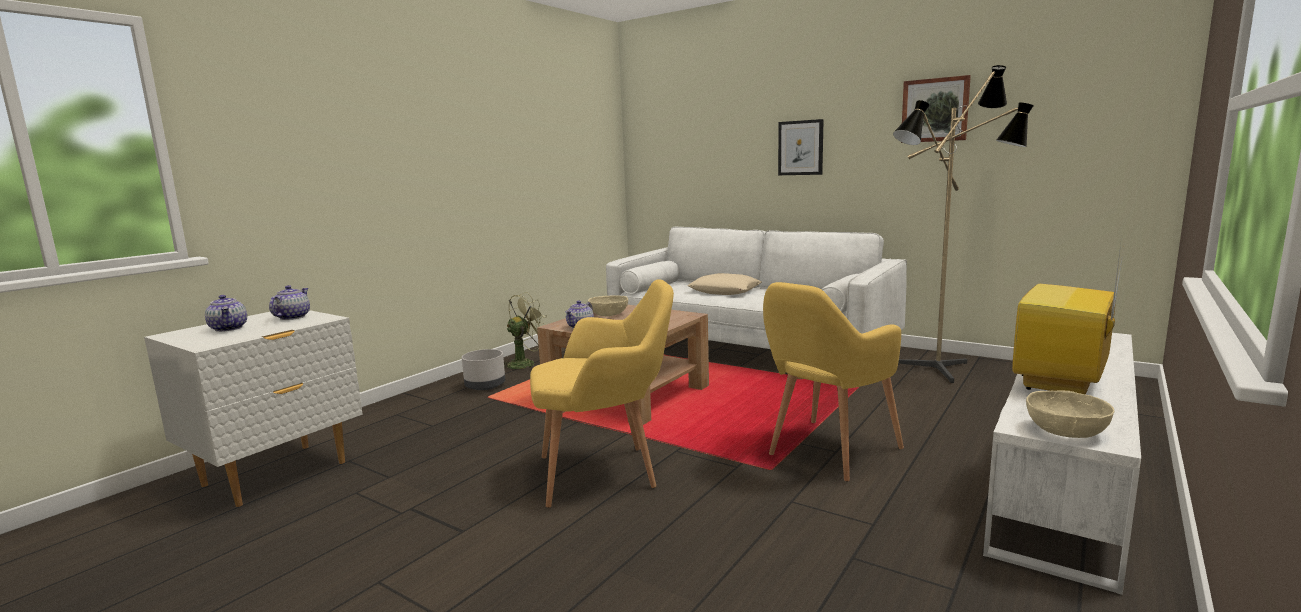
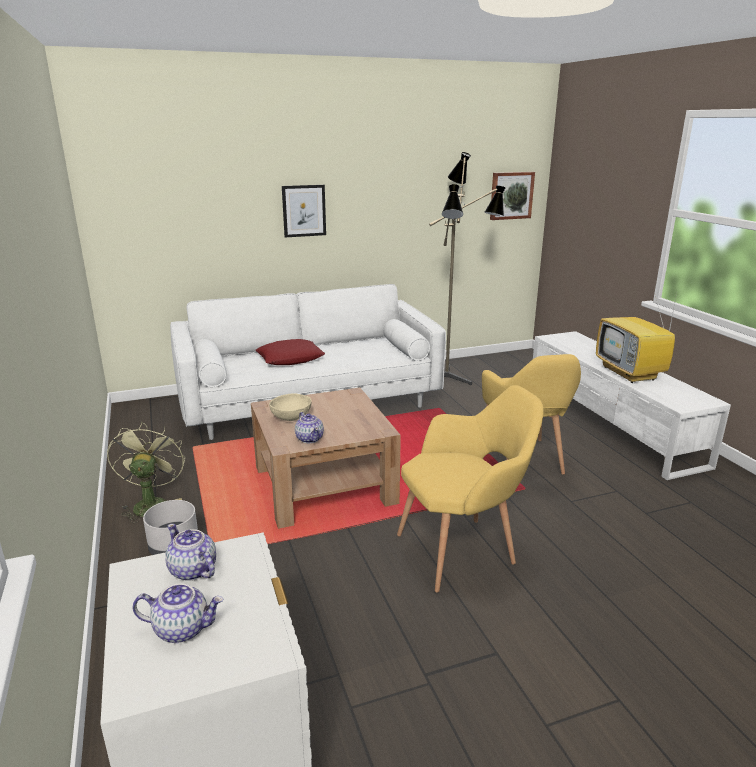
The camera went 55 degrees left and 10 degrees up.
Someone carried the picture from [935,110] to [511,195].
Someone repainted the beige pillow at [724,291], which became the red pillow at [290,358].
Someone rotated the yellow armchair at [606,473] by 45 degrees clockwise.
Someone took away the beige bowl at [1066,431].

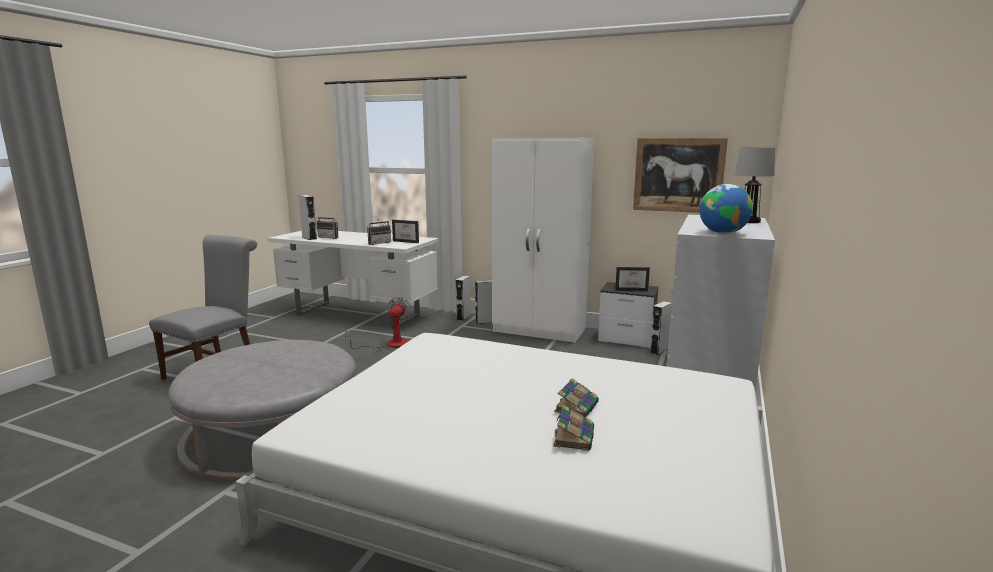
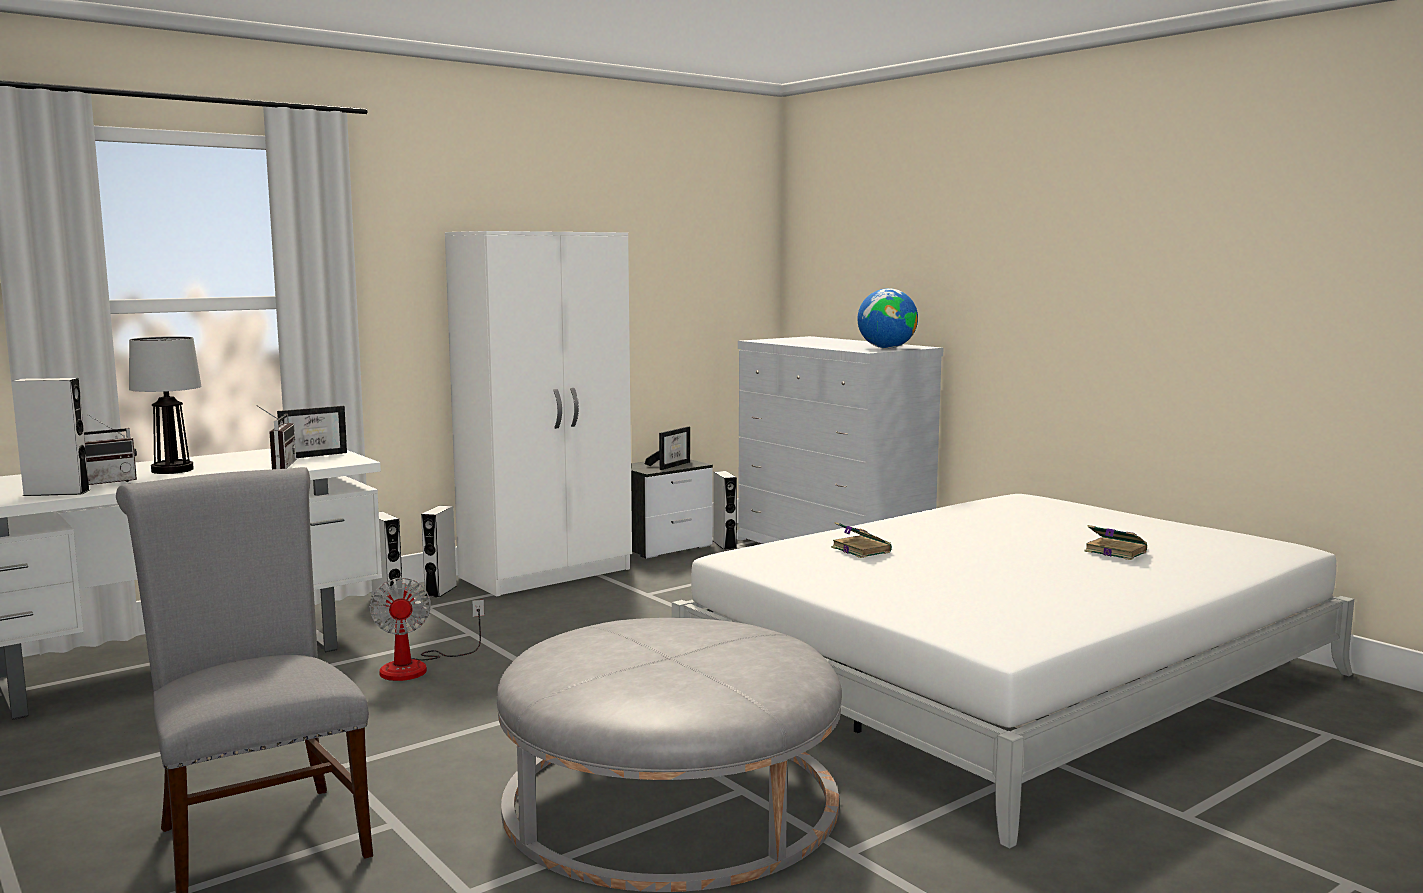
The camera went 60 degrees left and 5 degrees down.
Someone took away the picture at [678,175].
Someone carried the table lamp from [748,221] to [171,470].
Someone rotated the fan at [390,345] by 150 degrees counterclockwise.
Someone carried the book from [577,407] to [860,549].

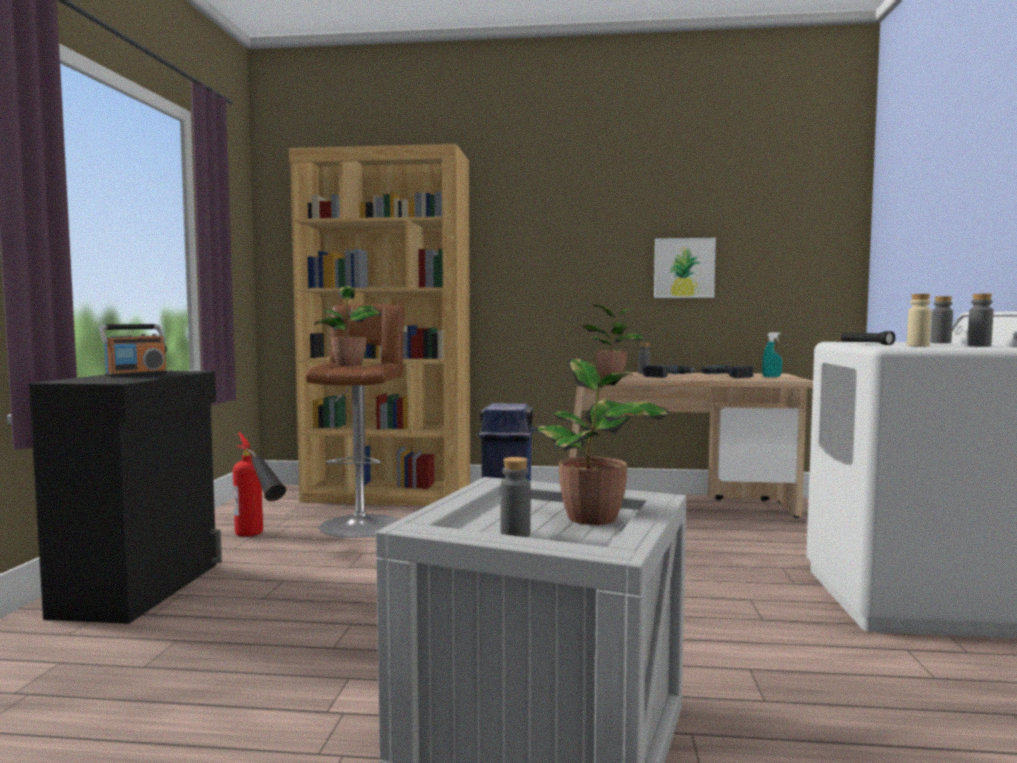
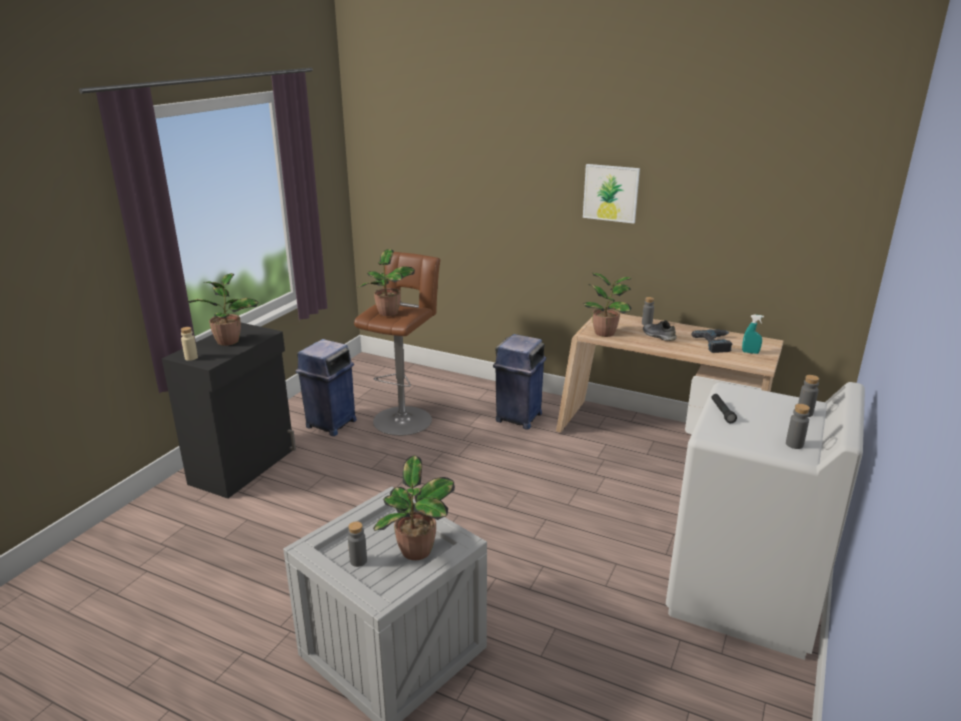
The camera went 20 degrees right and 20 degrees up.
Someone took away the brown bookcase at [388,496].
Someone carried the picture from [684,268] to [611,193].
Someone carried the beige bottle from [918,345] to [191,358].
Someone swapped the radio at [136,375] for the potted plant at [228,340].
Someone swapped the power drill at [667,376] for the grey shoe at [658,336].
Someone swapped the fire extinguisher at [259,538] for the blue trash can at [330,424].

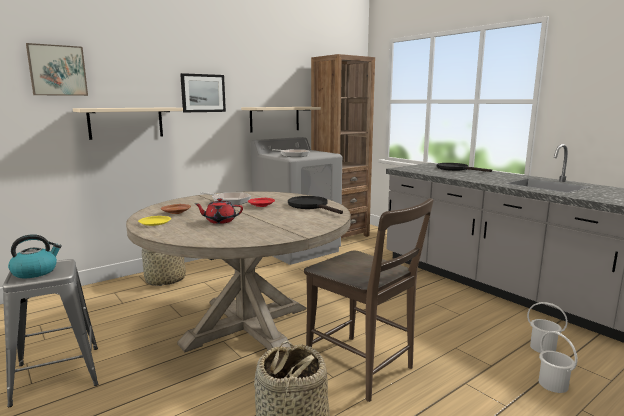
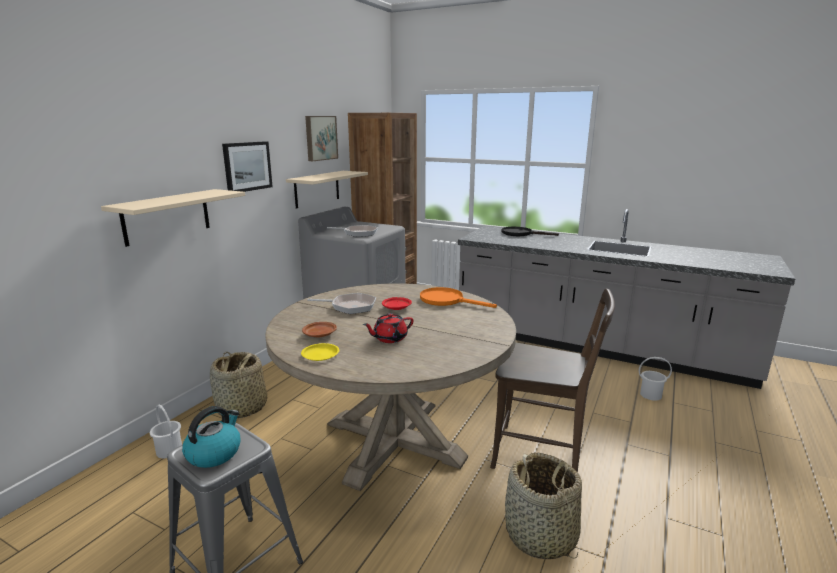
The camera went 25 degrees left and 5 degrees up.
Someone carried the picture from [57,70] to [320,138].
Someone repainted the black frying pan at [311,206], which became the orange frying pan at [447,300].
Someone carried the white bucket from [553,384] to [169,450].

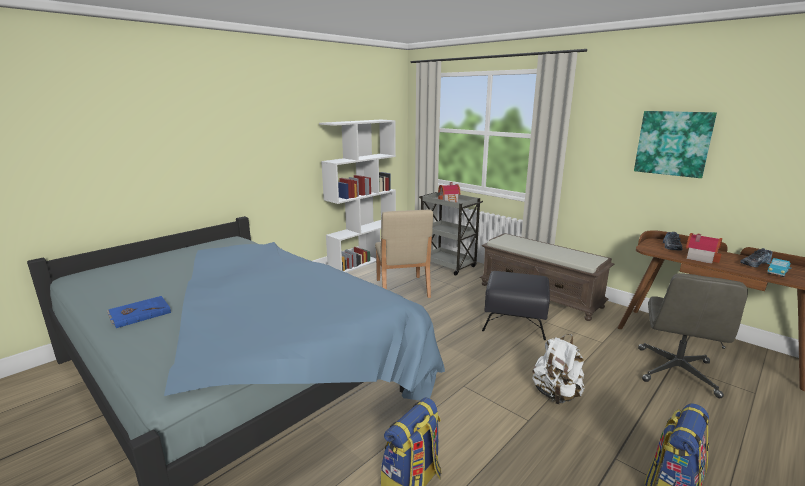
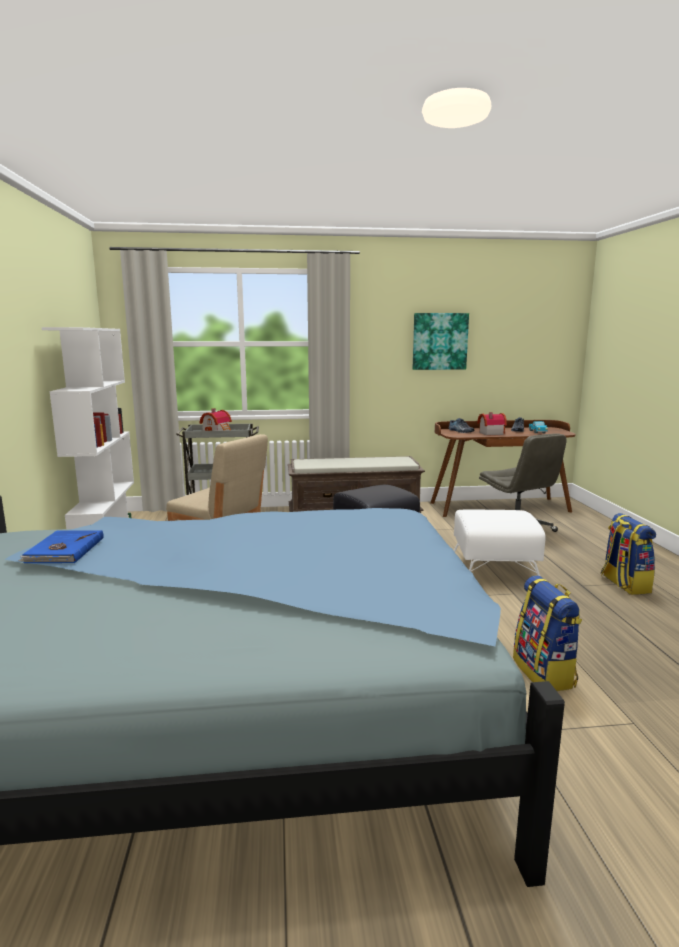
The camera went 50 degrees left and 5 degrees down.
Someone carried the blue book from [139,313] to [63,550].
Someone swapped the white backpack at [556,394] for the white ottoman at [495,571].

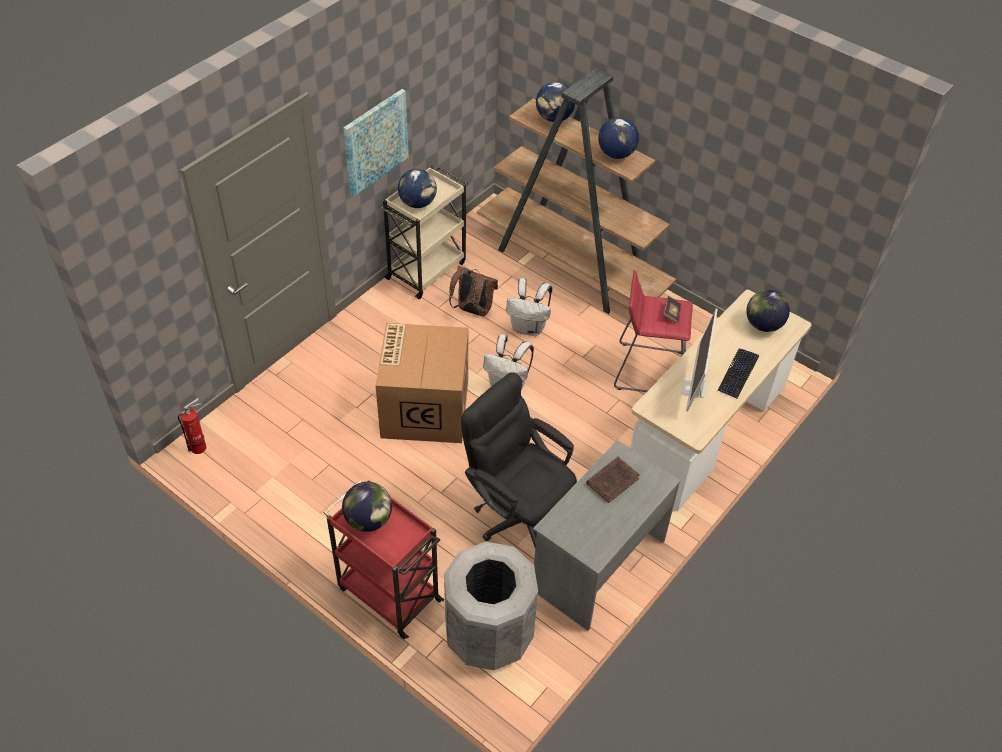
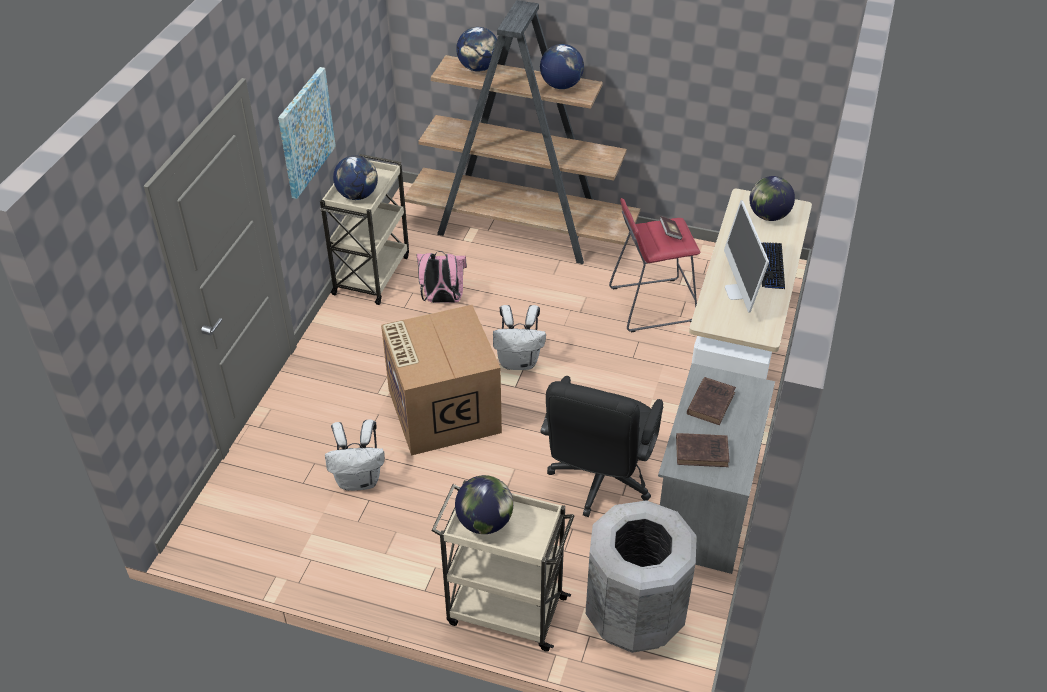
The camera went 20 degrees left and 5 degrees down.
Someone repainted the brown backpack at [472,310], which became the pink backpack at [442,300].
Someone carried the white backpack from [529,327] to [359,480].
Someone rotated the black office chair at [519,513] by 90 degrees counterclockwise.
Someone took away the fire extinguisher at [200,446].
Someone repainted the red cart at [388,593], which became the beige cart at [504,610].
Someone put down the brown book at [703,452].

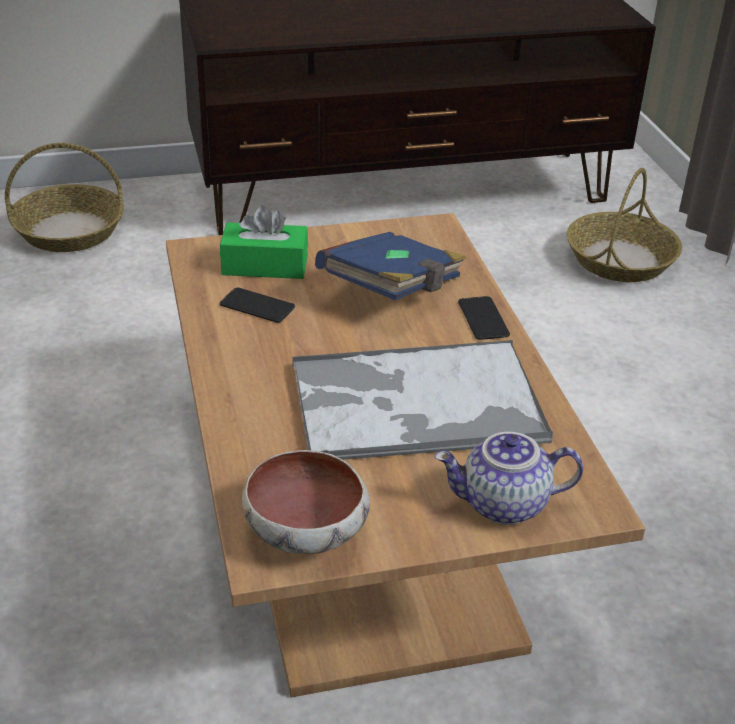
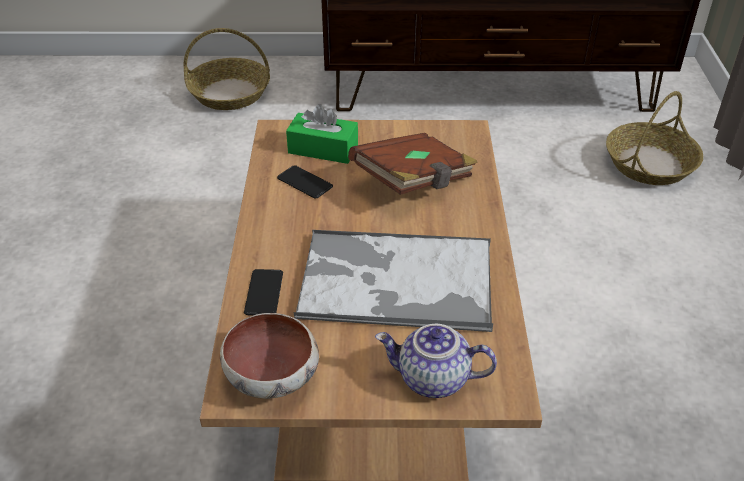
The camera went 15 degrees right and 5 degrees up.
Someone repainted the blue book at [393,290], which became the brown book at [414,182].
Someone carried the phone from [483,319] to [264,293].

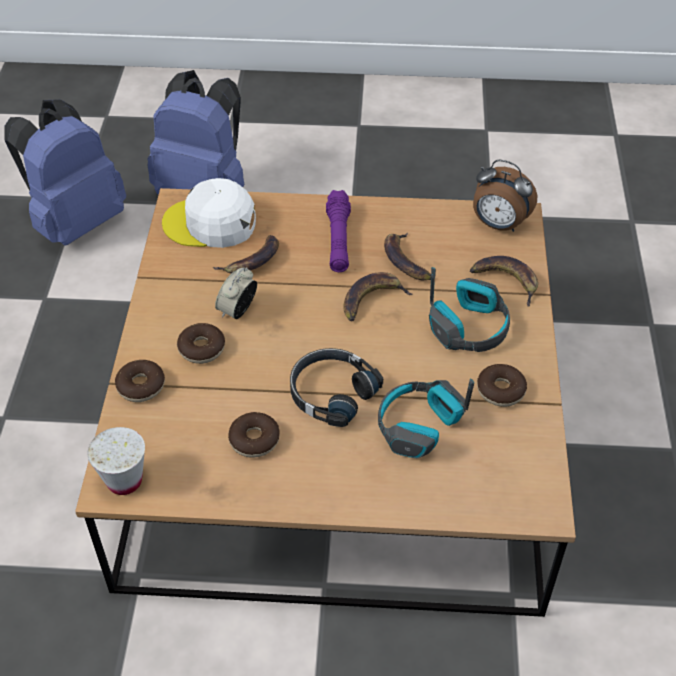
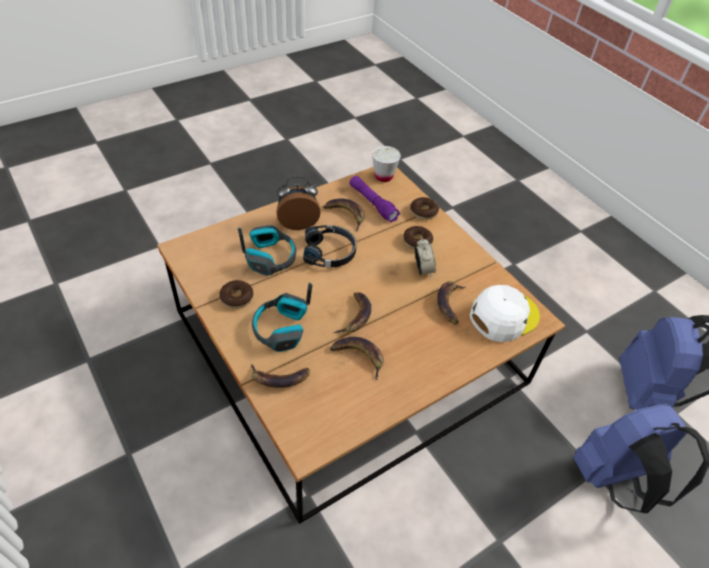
The camera went 140 degrees right and 0 degrees up.
Someone carried the alarm clock from [498,225] to [298,222].
Someone carried the purple flashlight from [338,239] to [372,203].
Someone swapped the donut at [254,440] for the banana at [346,215].

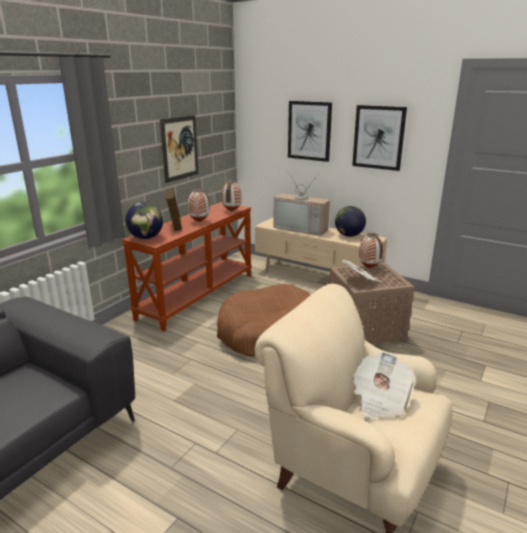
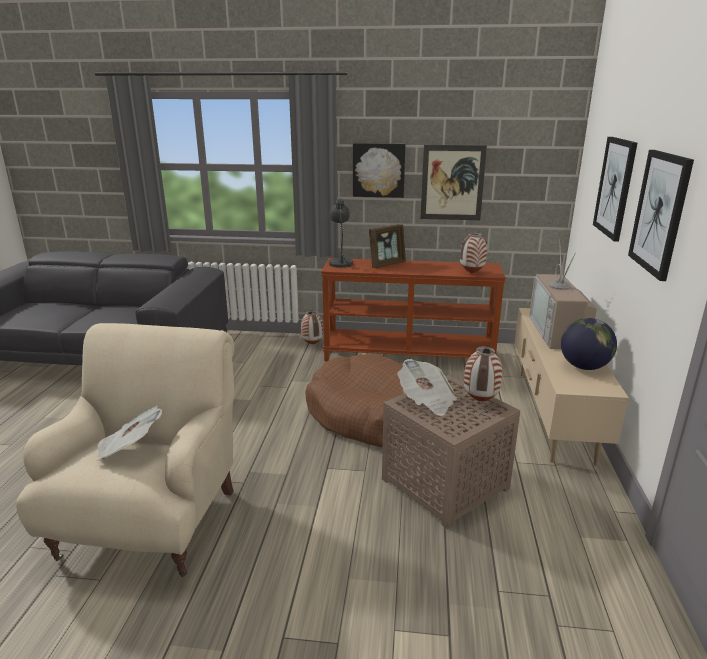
The camera went 65 degrees right and 0 degrees up.
Someone carried the vase from [199,222] to [312,344].
Someone swapped the globe at [146,238] for the grey table lamp at [341,263].
Someone put up the picture at [378,170].

